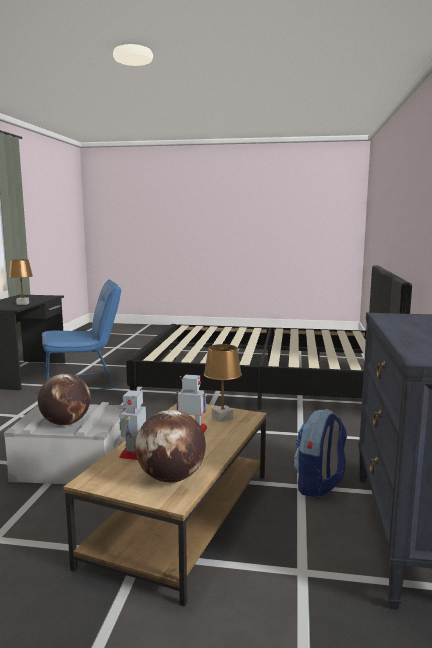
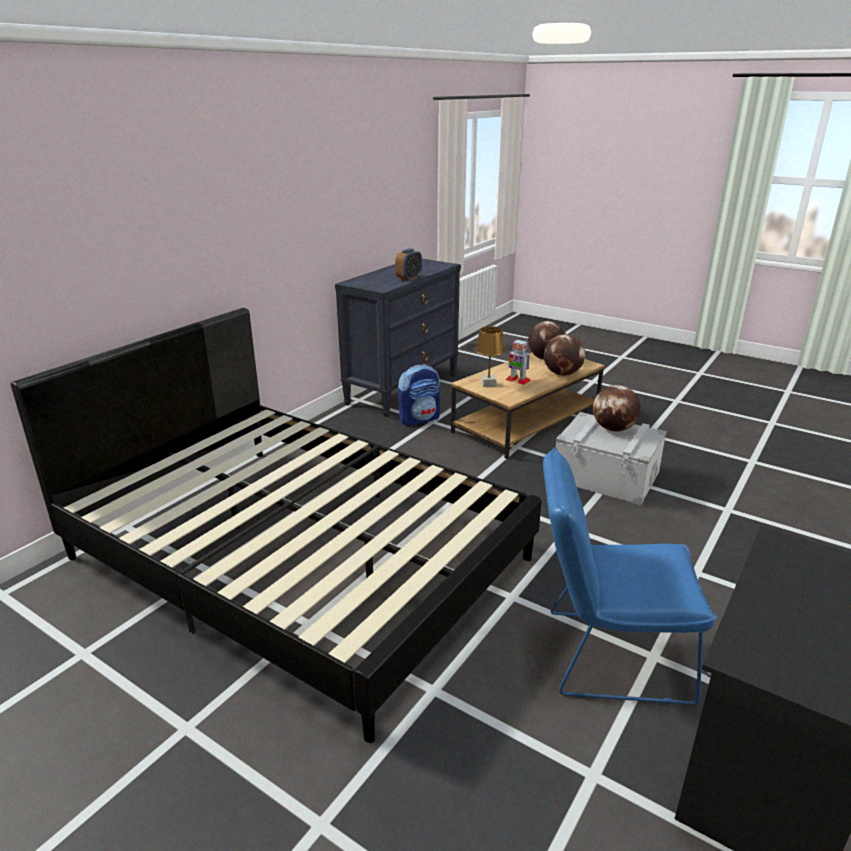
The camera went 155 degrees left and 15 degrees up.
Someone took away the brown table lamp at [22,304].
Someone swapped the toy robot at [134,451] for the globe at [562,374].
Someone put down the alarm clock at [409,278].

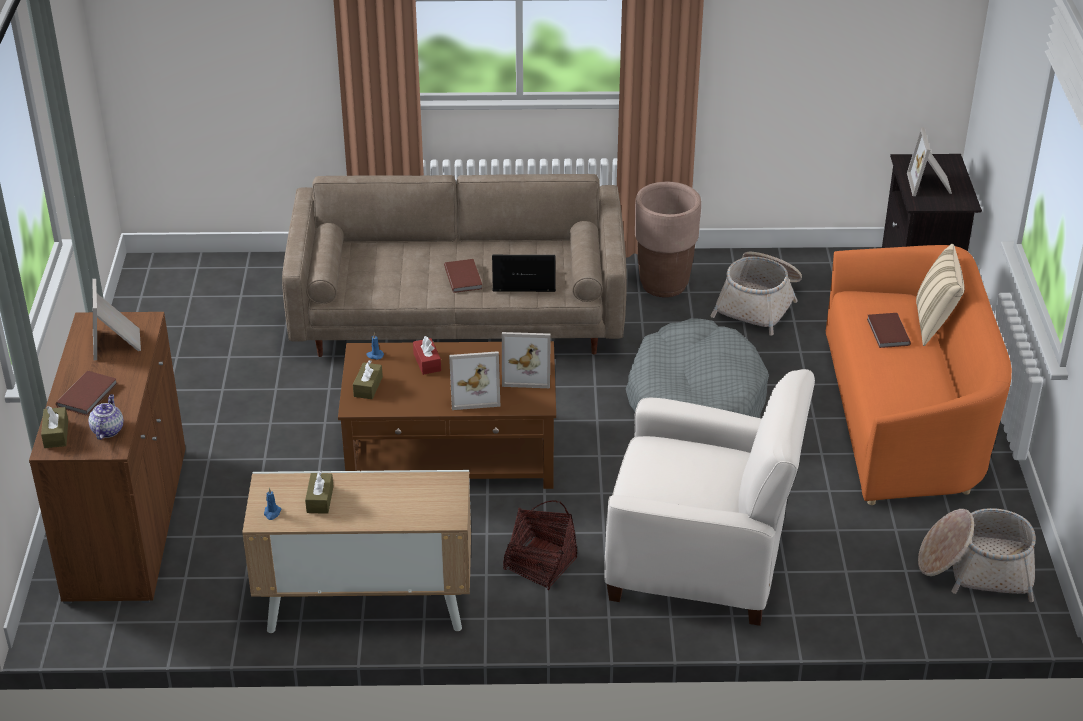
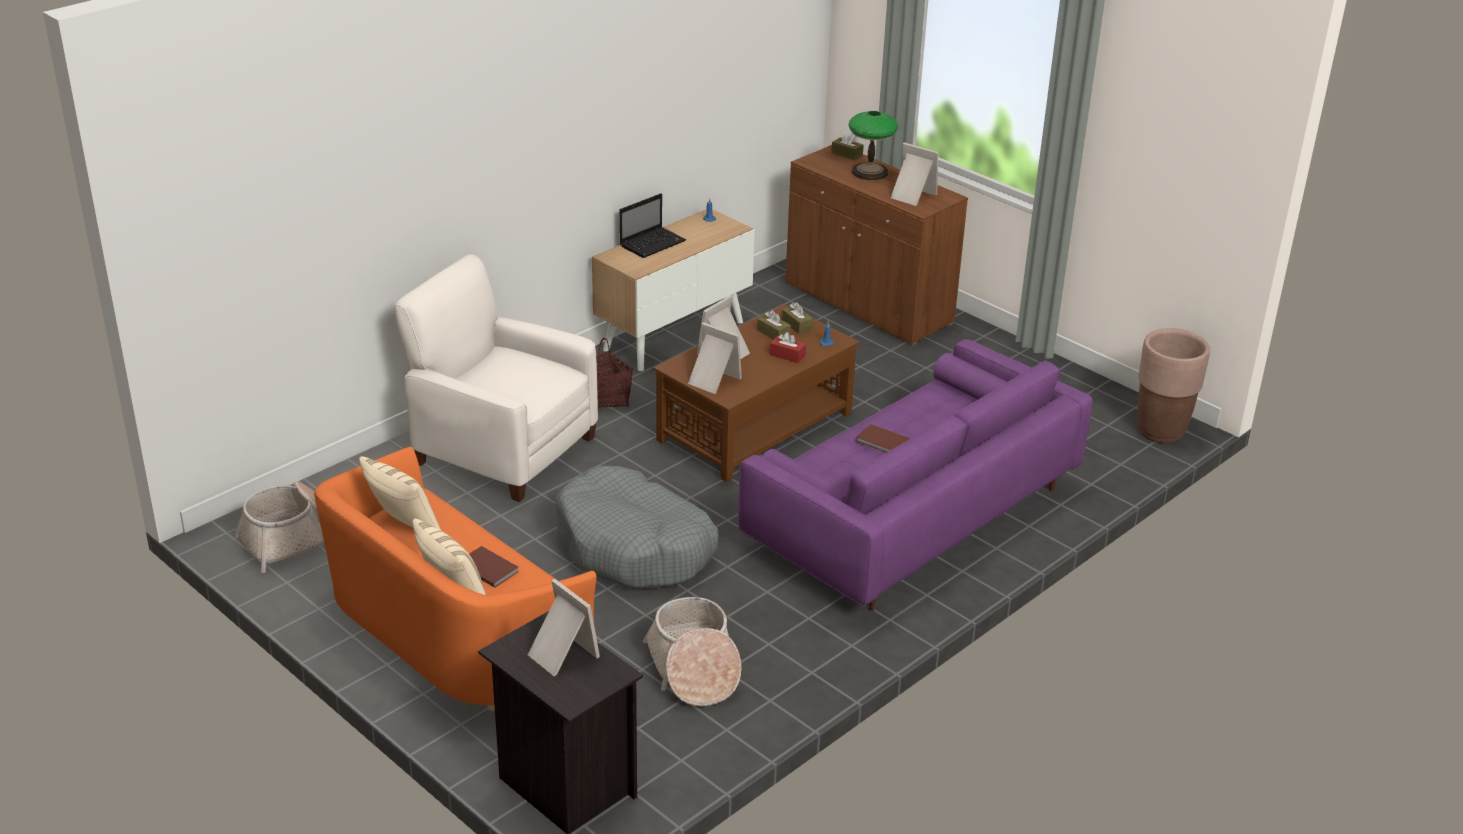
The camera went 135 degrees right and 5 degrees down.
Someone repainted the beige sofa at [458,314], which became the purple sofa at [912,516].
Someone carried the brown planter from [664,285] to [1160,432].
Someone carried the laptop from [522,281] to [653,243].
Someone rotated the picture frame at [527,373] by 75 degrees clockwise.
Someone rotated the white armchair at [700,559] by 60 degrees clockwise.
Someone swapped the brown book at [89,395] for the table lamp at [869,172].
Someone took away the teapot at [107,430].
Someone carried the brown tissue box from [320,499] to [773,333].
Someone put down the beige pillow at [403,530].

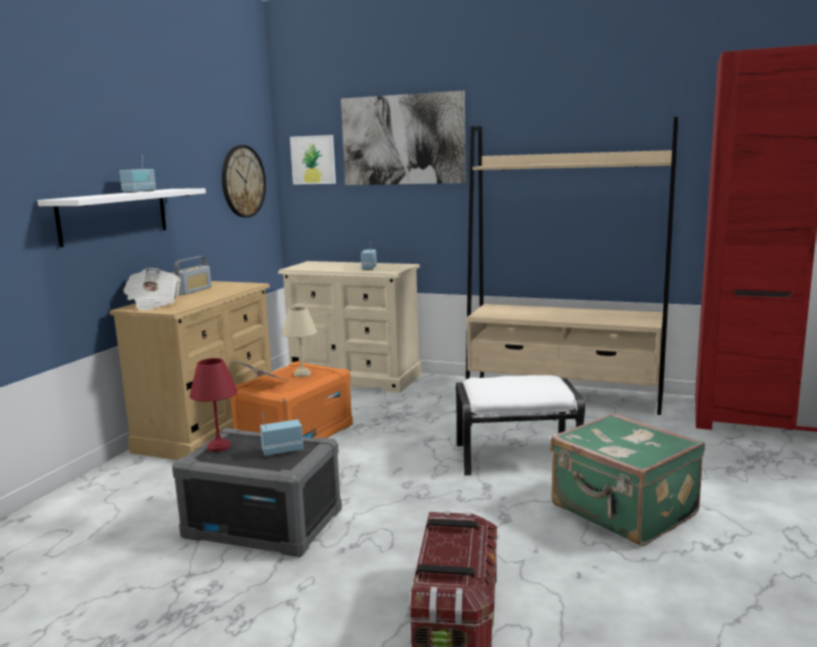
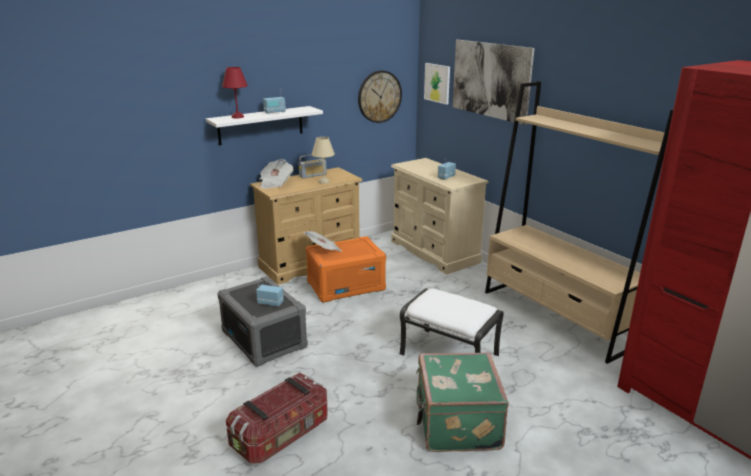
The camera went 35 degrees right and 10 degrees up.
Someone carried the beige table lamp from [303,374] to [324,182].
Someone carried the red table lamp from [217,447] to [237,117].

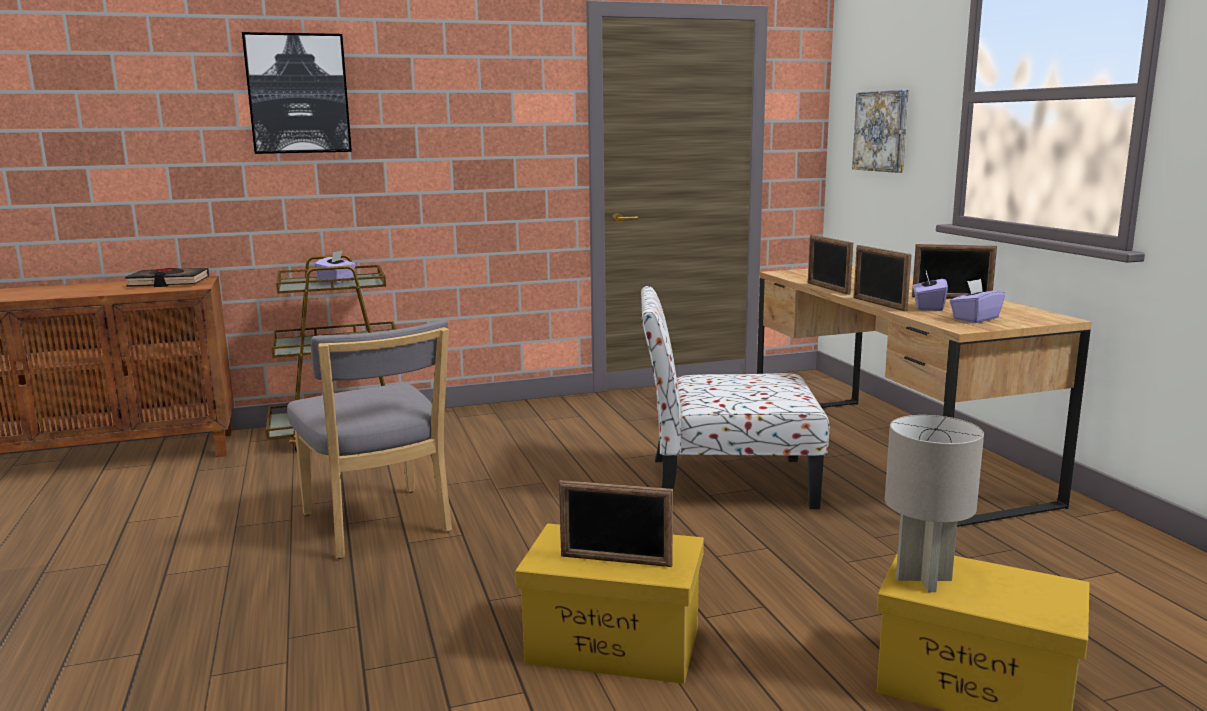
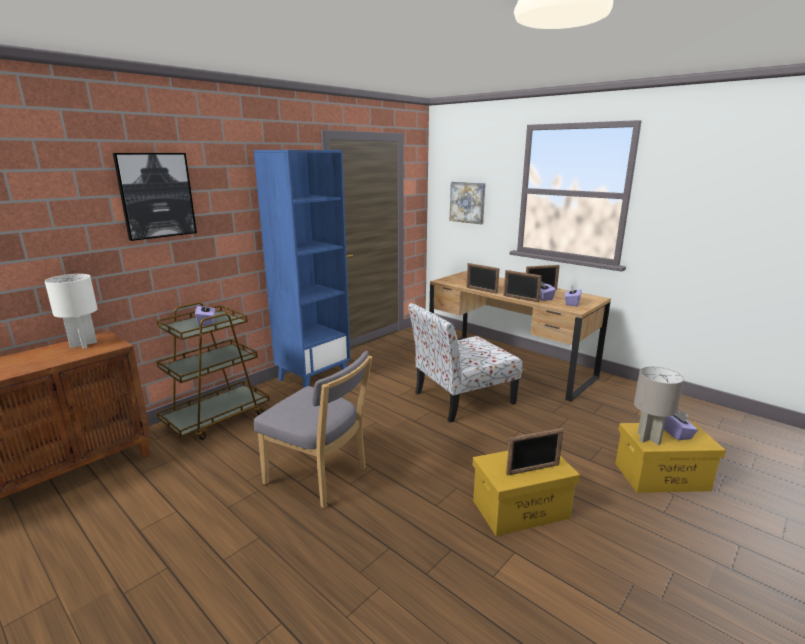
The camera went 30 degrees left and 5 degrees up.
Someone swapped the black book at [168,283] for the white table lamp at [84,344].
Someone put down the blue bookcase at [313,377].
Someone put down the purple tissue box at [676,433].

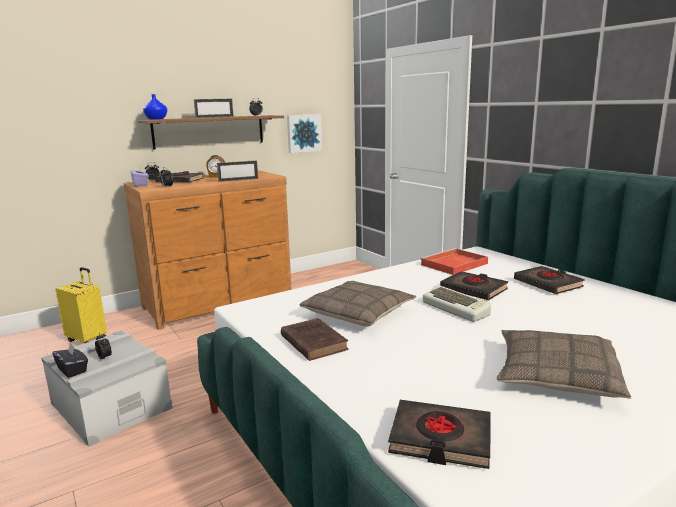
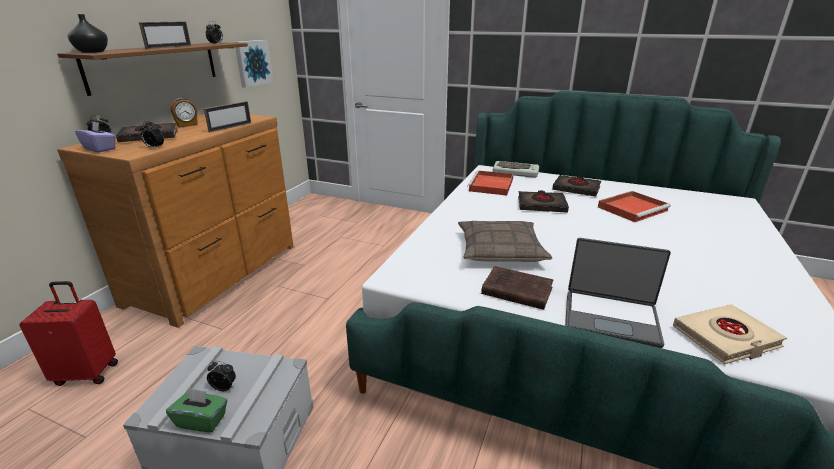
The camera went 35 degrees left and 10 degrees up.
Someone repainted the blue vase at [156,119], which became the black vase at [91,52].
Someone repainted the yellow suitcase at [88,339], which became the red suitcase at [87,373].
Someone carried the keyboard from [457,309] to [516,173].
Someone took away the pillow at [555,375].
Someone repainted the black tissue box at [73,370], which became the green tissue box at [202,420].
Someone repainted the black book at [440,439], which became the beige book at [726,338].
Someone put down the red tray at [633,208].
Someone put down the laptop at [610,318].

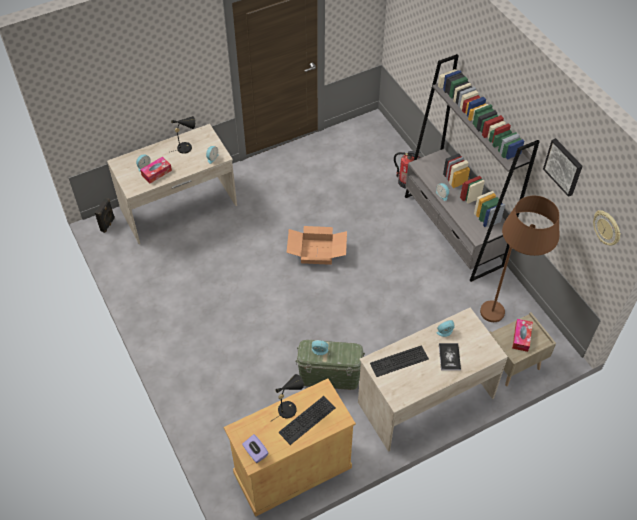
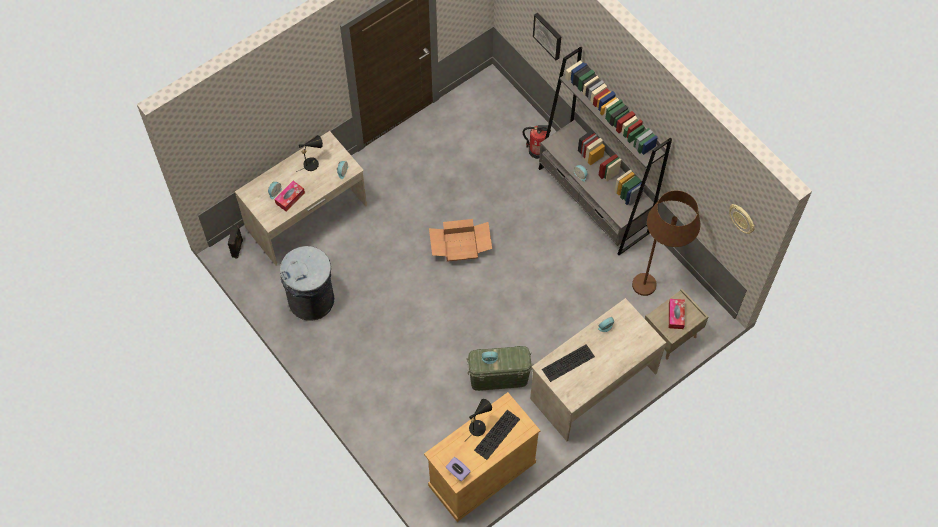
The camera went 10 degrees left and 10 degrees up.
Someone carried the picture from [564,166] to [548,35].
Someone took away the book at [449,357].
Someone put down the grey trash can at [312,300].

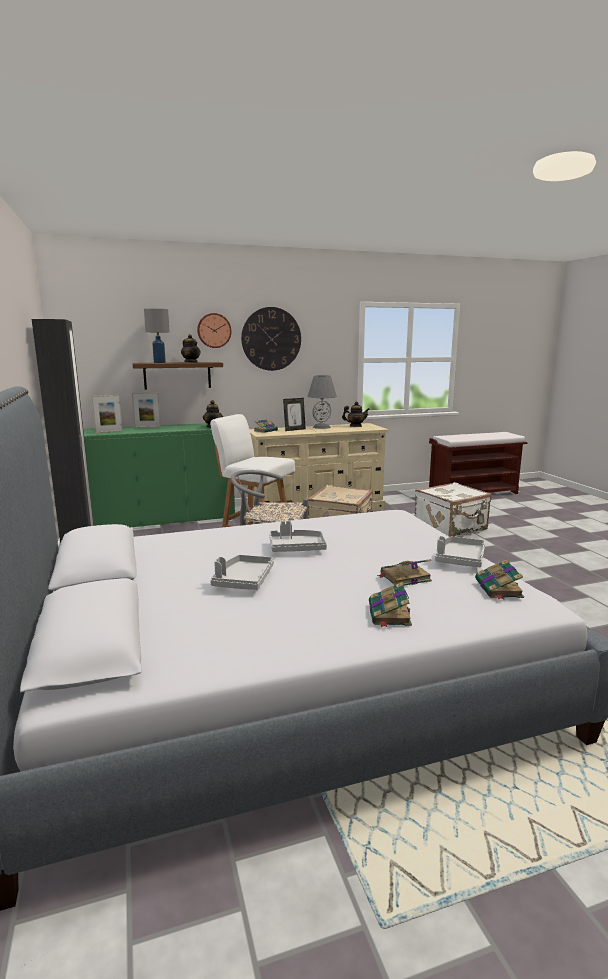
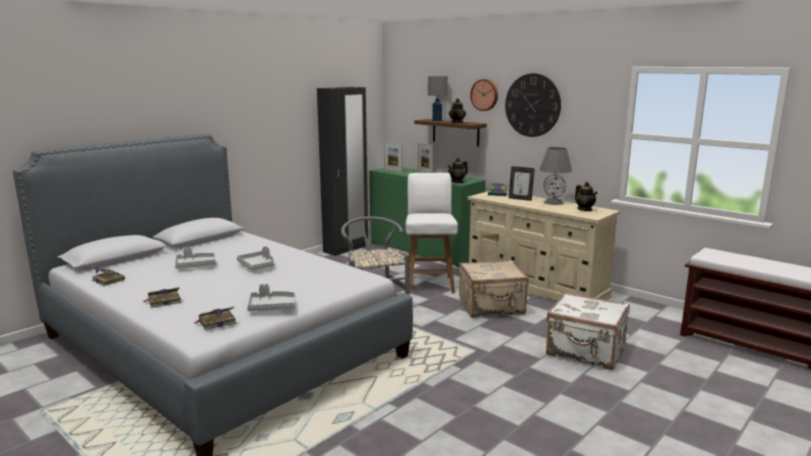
The camera went 60 degrees right and 0 degrees up.
Someone carried the book from [404,578] to [108,280].

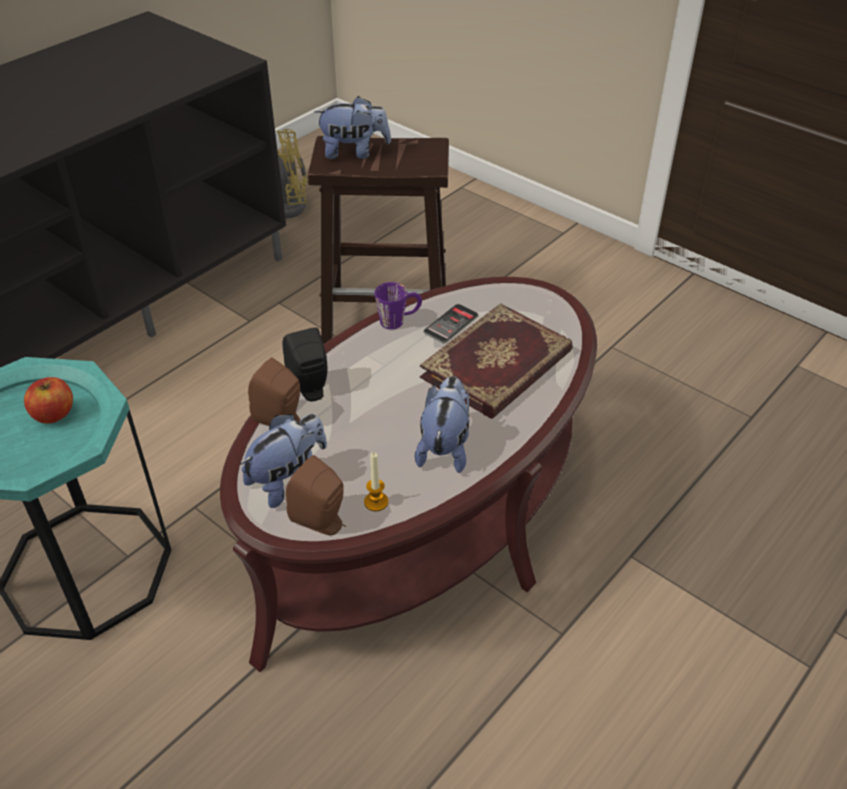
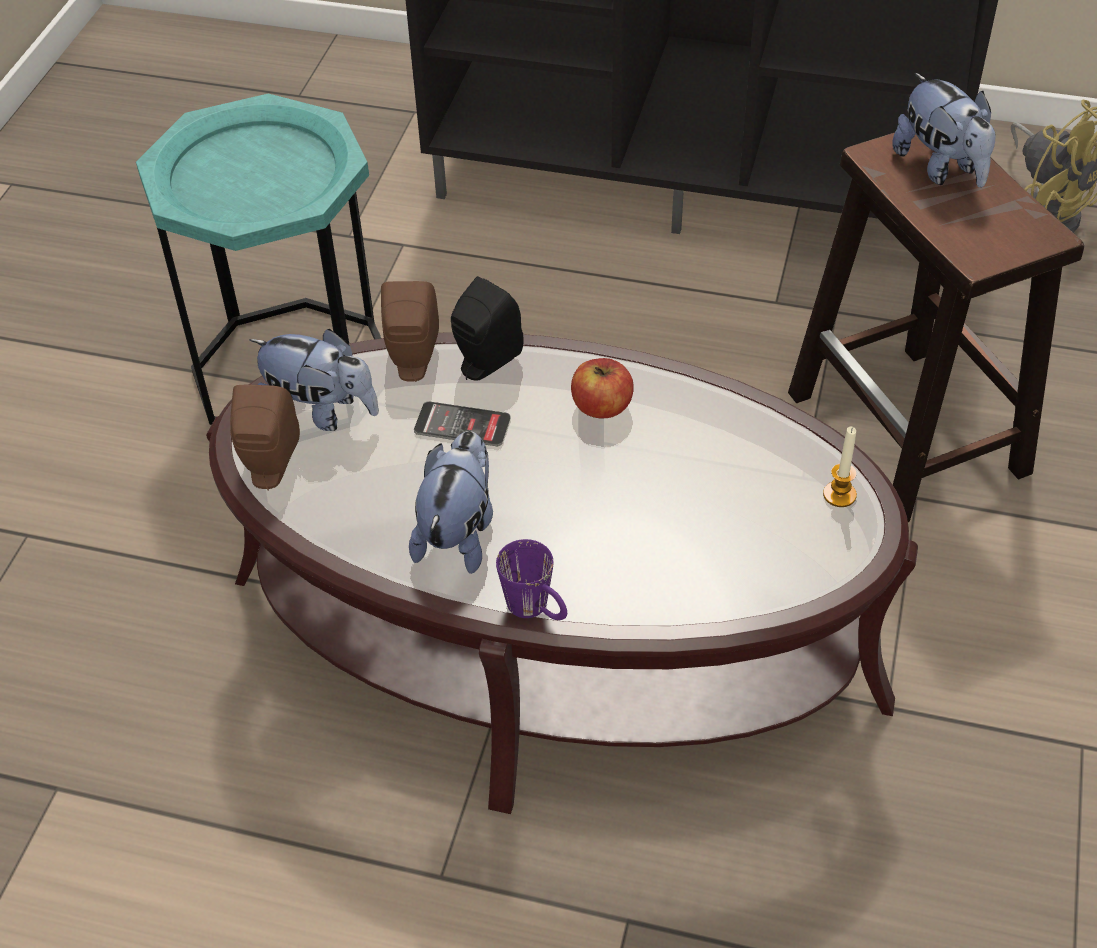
The camera went 65 degrees right and 5 degrees up.
Someone carried the purple mug from [399,320] to [537,610].
Someone took away the book at [498,366].
Someone carried the phone from [451,324] to [462,425].
Someone rotated the plush toy at [445,447] by 60 degrees counterclockwise.
Someone carried the apple from [53,414] to [602,406].
Someone carried the candle from [376,502] to [839,495].

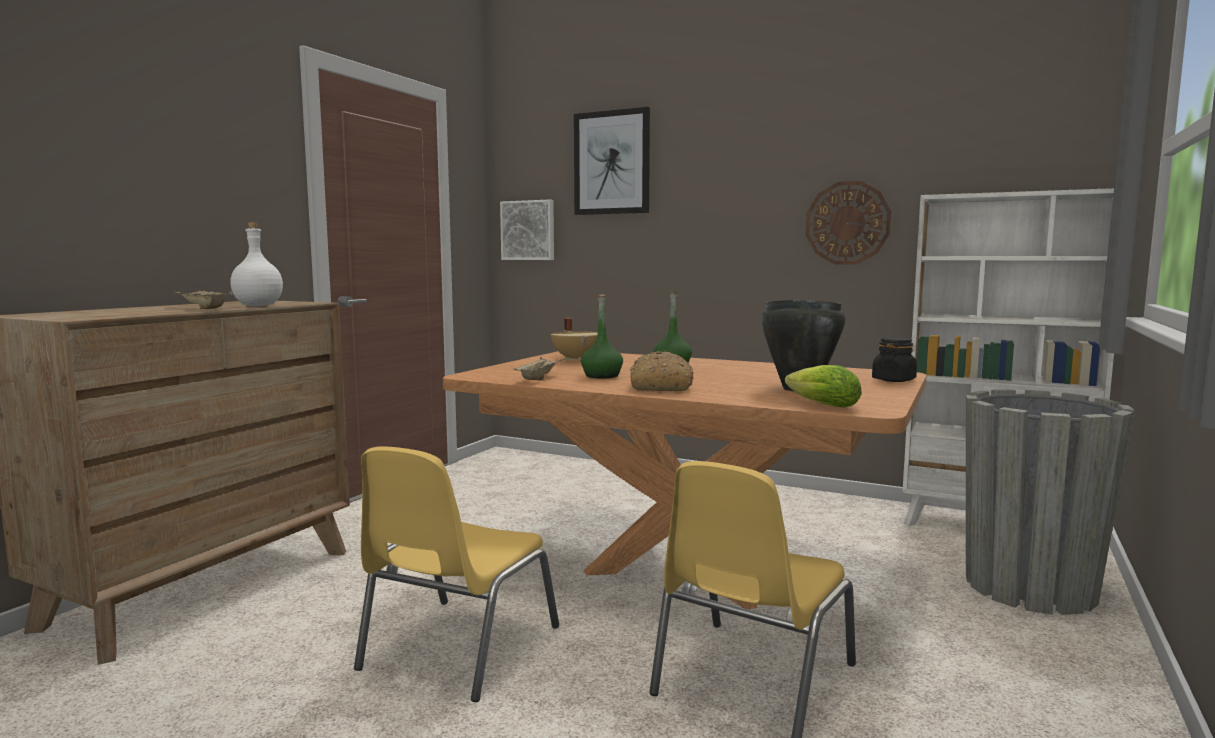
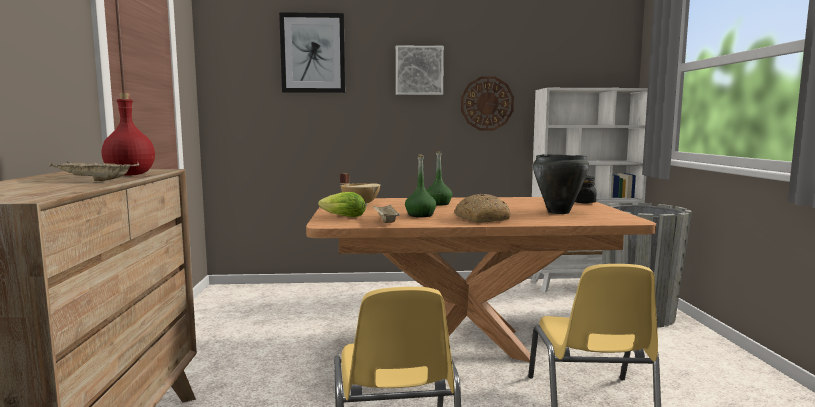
The camera went 30 degrees left and 0 degrees up.
Someone carried the picture from [528,230] to [419,70].
Someone repainted the white bottle at [258,305], which became the red bottle at [131,175].
Someone carried the lettuce from [819,405] to [341,216].

